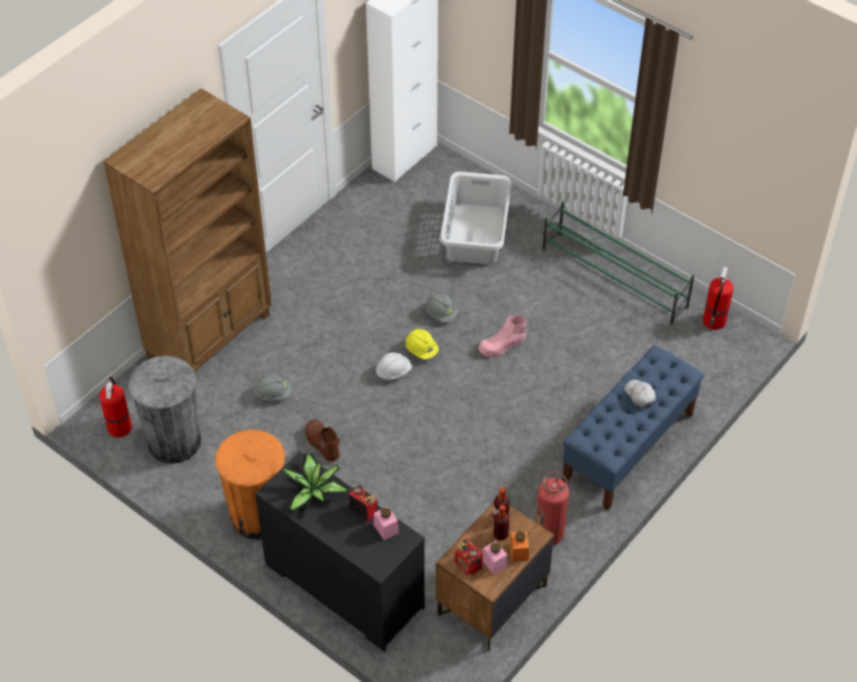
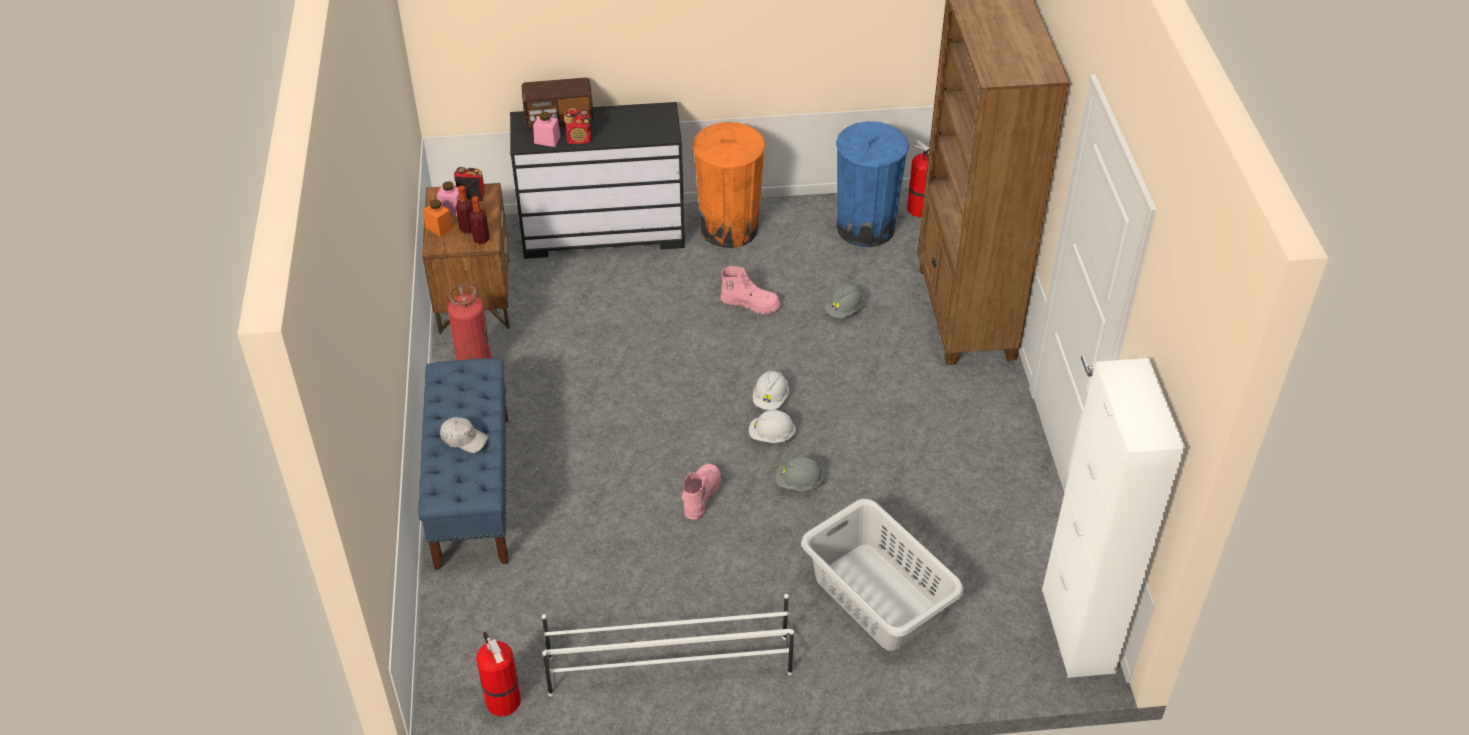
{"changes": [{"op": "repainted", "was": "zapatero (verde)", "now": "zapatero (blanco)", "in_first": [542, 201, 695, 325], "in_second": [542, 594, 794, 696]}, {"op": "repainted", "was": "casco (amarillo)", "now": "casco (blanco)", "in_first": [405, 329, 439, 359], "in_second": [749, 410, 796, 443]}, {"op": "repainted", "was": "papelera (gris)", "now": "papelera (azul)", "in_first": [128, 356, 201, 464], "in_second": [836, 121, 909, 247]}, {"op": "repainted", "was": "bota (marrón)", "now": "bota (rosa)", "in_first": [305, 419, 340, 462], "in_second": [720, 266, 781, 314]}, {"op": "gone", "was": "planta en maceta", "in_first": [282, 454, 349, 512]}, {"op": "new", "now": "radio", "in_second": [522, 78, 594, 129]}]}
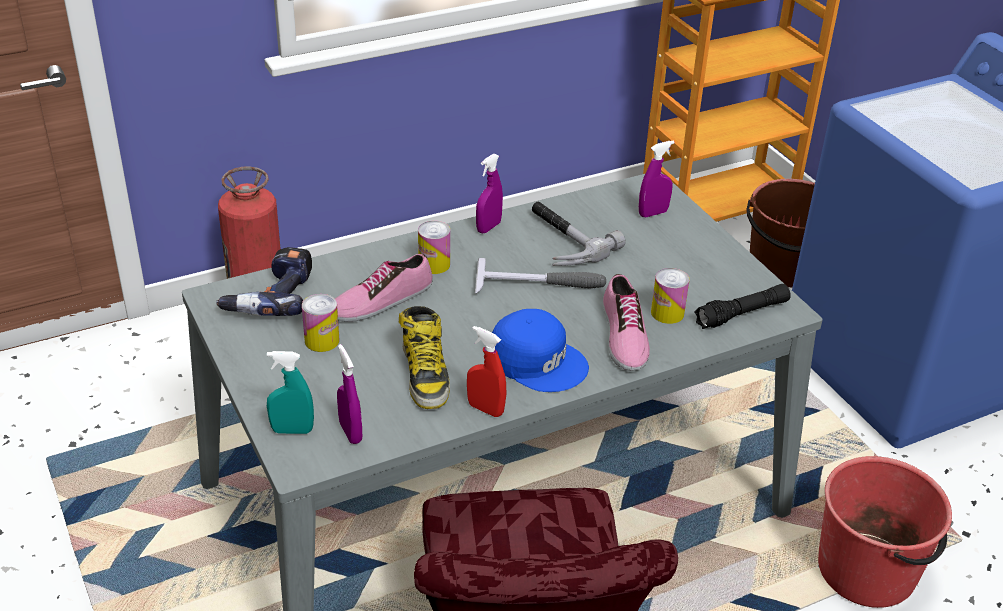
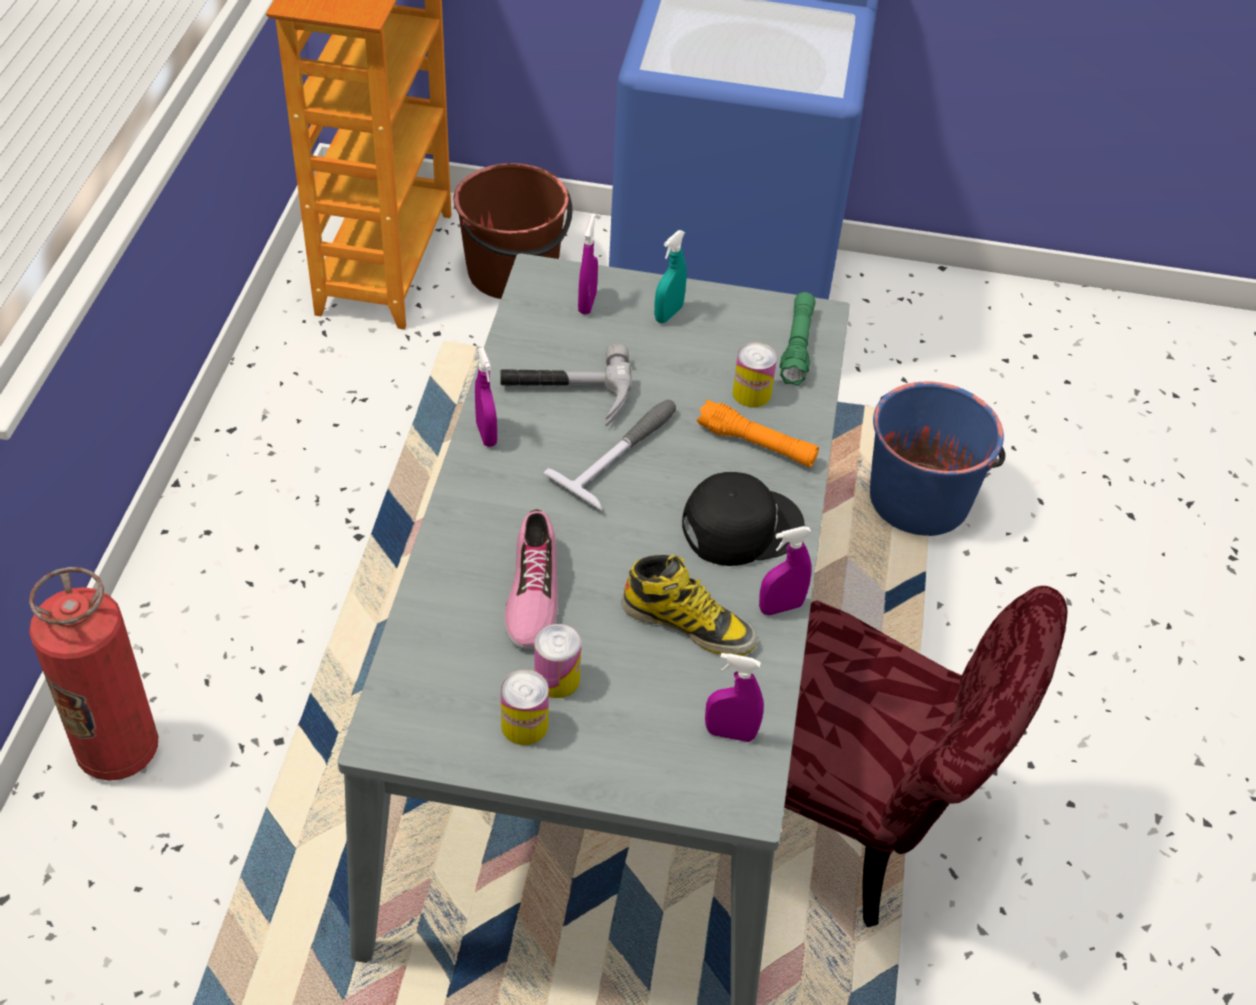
{"changes": [{"op": "shifted", "was": "lata", "in_first": [418, 221, 450, 274], "in_second": [500, 670, 549, 745]}, {"op": "gone", "was": "taladro", "in_first": [217, 247, 312, 316]}, {"op": "swapped", "was": "zapato", "now": "linterna (naranja)", "in_first": [603, 274, 650, 371], "in_second": [697, 400, 819, 467]}, {"op": "repainted", "was": "linterna (negro)", "now": "linterna (verde)", "in_first": [694, 284, 791, 329], "in_second": [780, 292, 815, 386]}, {"op": "repainted", "was": "gorra (azul)", "now": "gorra (negro)", "in_first": [492, 309, 589, 392], "in_second": [682, 472, 805, 566]}, {"op": "repainted", "was": "pulverizador (rojo)", "now": "pulverizador (morado)", "in_first": [467, 326, 506, 417], "in_second": [759, 526, 812, 615]}, {"op": "shifted", "was": "pulverizador (turquesa)", "in_first": [267, 351, 314, 434], "in_second": [654, 230, 687, 323]}, {"op": "repainted", "was": "cubo (rojo)", "now": "cubo (azul)", "in_first": [818, 456, 952, 608], "in_second": [870, 381, 1005, 536]}]}
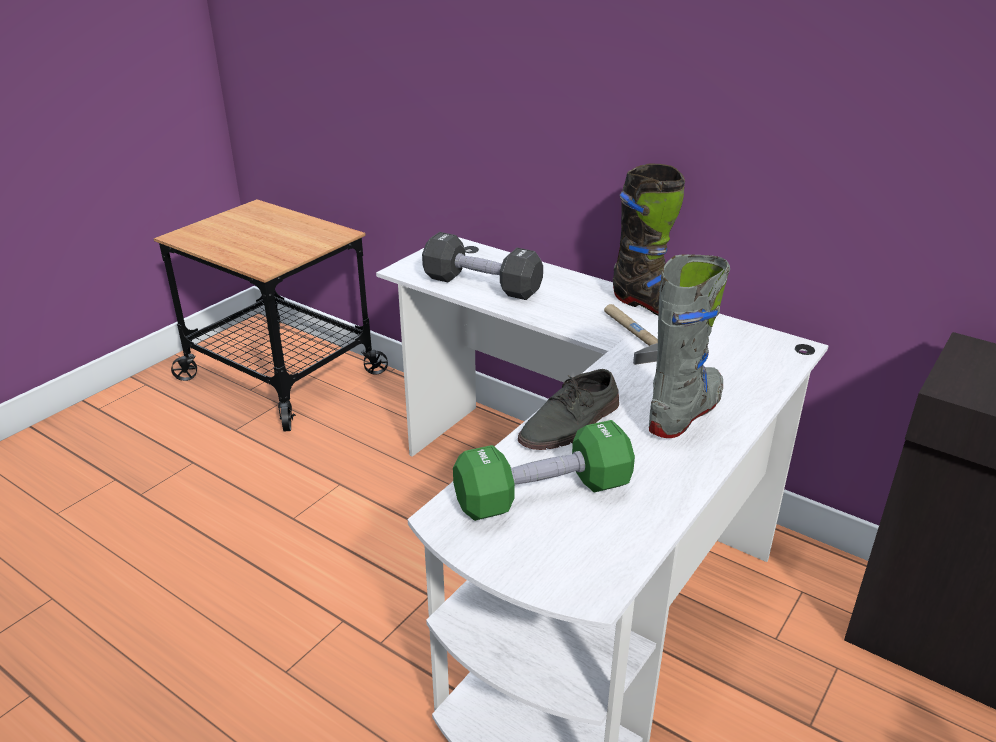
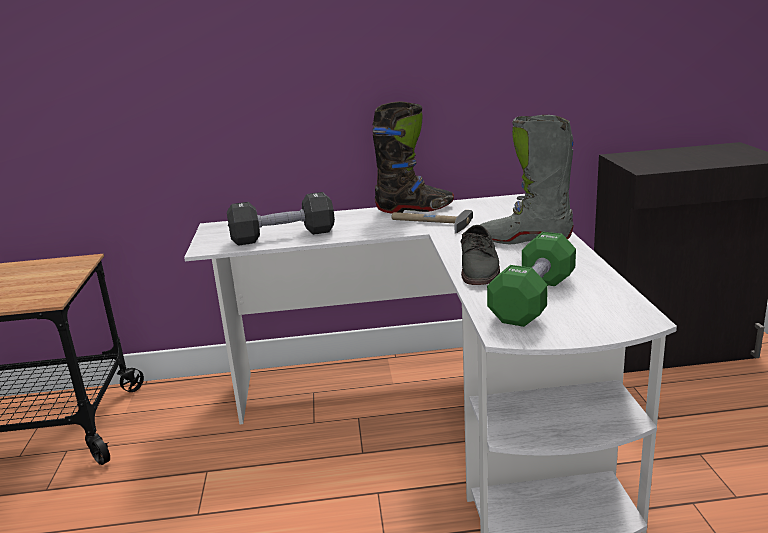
{"changes": [{"op": "rotated", "was": "bota (gris)", "in_first": [649, 254, 730, 438], "in_second": [480, 115, 574, 244], "clockwise": -75}]}
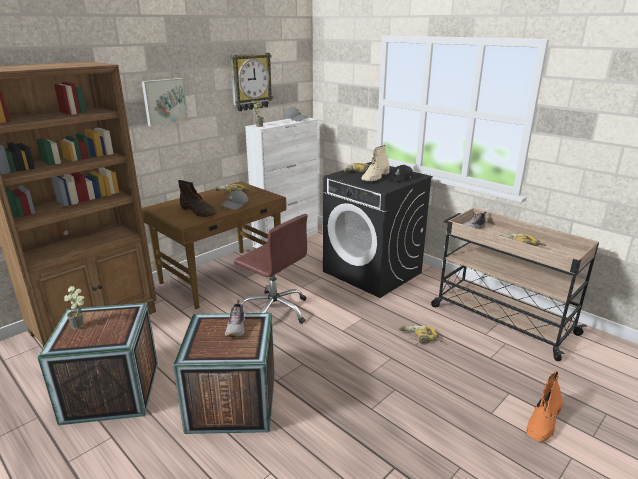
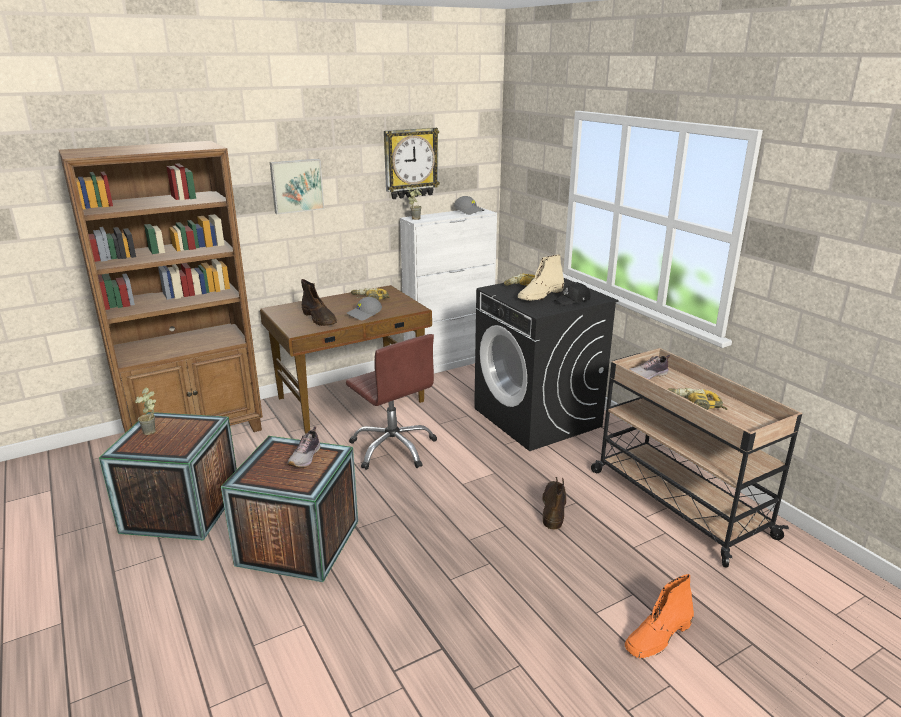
{"changes": [{"op": "swapped", "was": "taladro", "now": "bota (marrón)", "in_first": [399, 325, 442, 344], "in_second": [542, 477, 566, 529]}]}
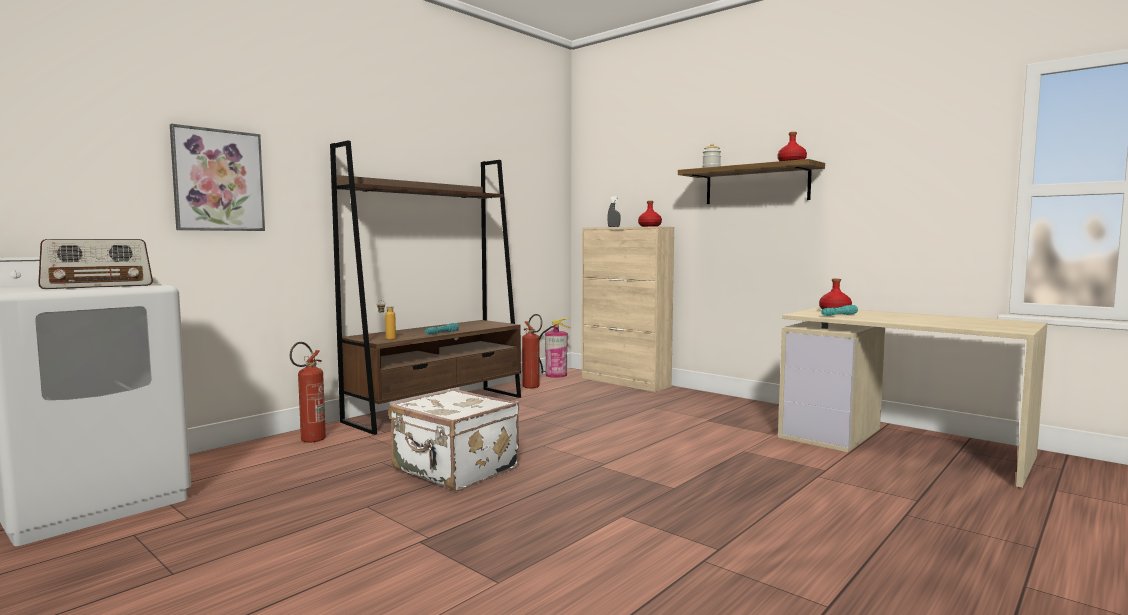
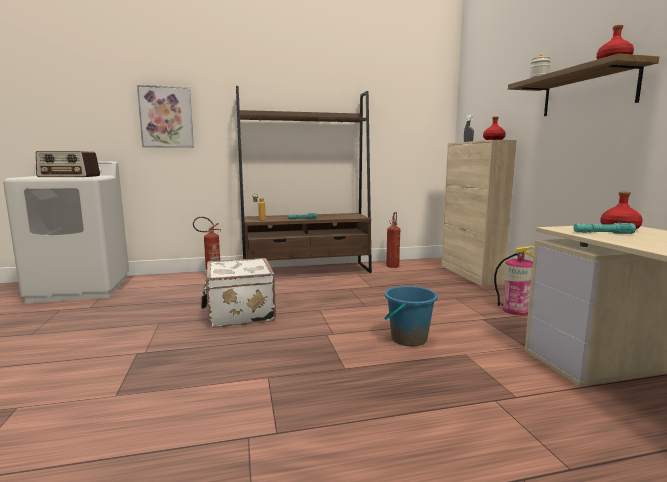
{"changes": [{"op": "shifted", "was": "extintor", "in_first": [539, 318, 571, 378], "in_second": [494, 246, 534, 315]}, {"op": "new", "now": "cubo (azul)", "in_second": [384, 286, 438, 346]}]}
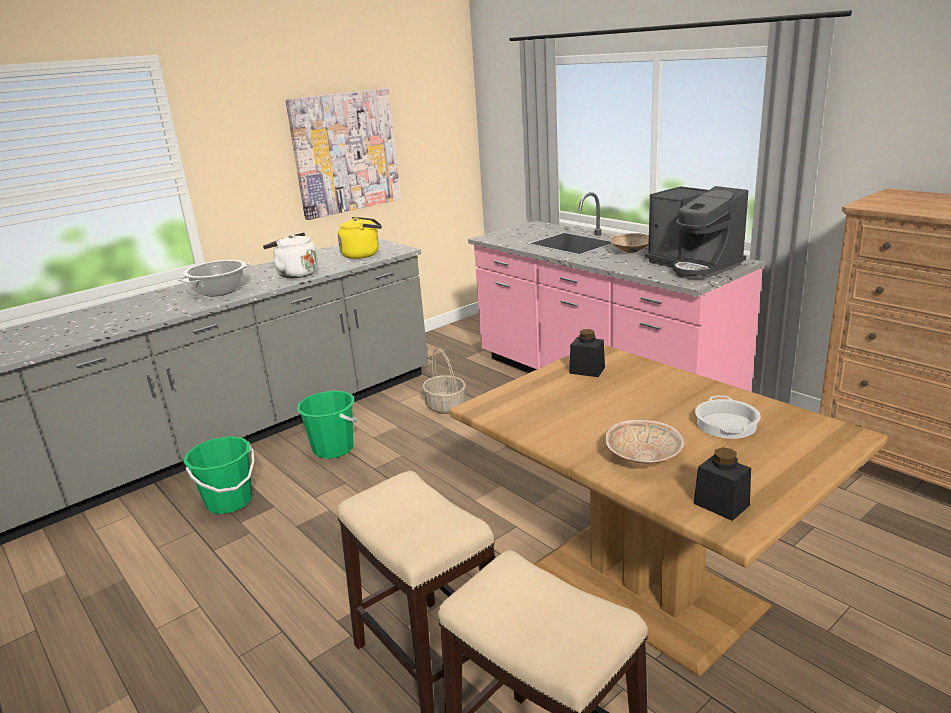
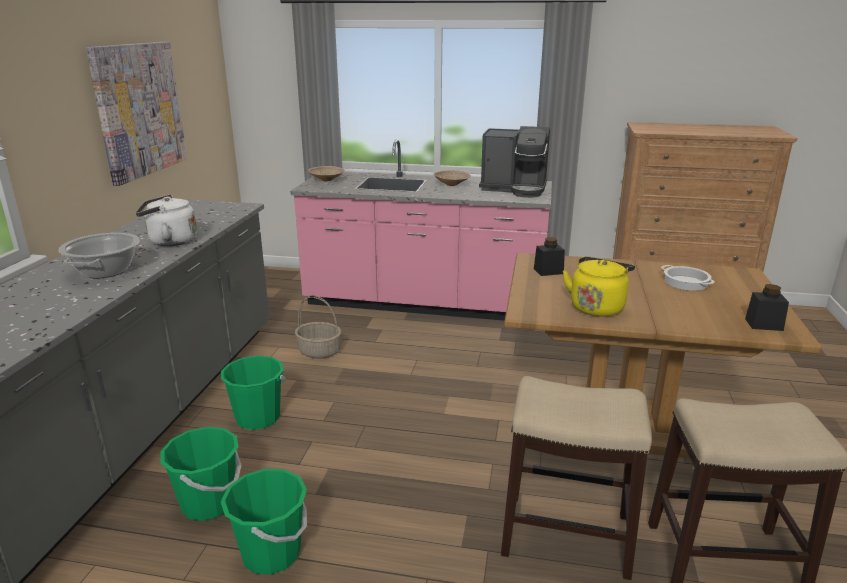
{"changes": [{"op": "shifted", "was": "hervidor (amarillo)", "in_first": [338, 217, 382, 259], "in_second": [563, 256, 635, 317]}, {"op": "shifted", "was": "cuenco (beis)", "in_first": [605, 420, 685, 463], "in_second": [308, 166, 344, 181]}, {"op": "new", "now": "cubo (verde)", "in_second": [221, 469, 307, 574]}]}
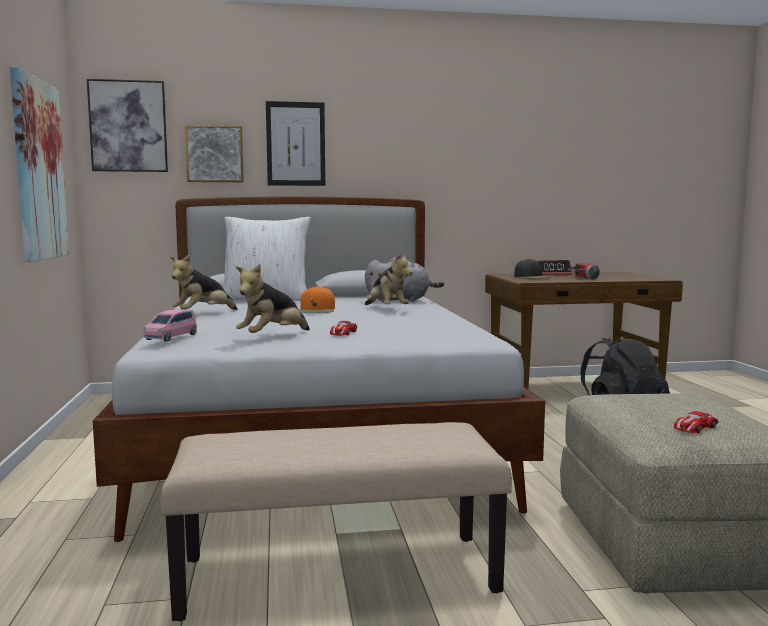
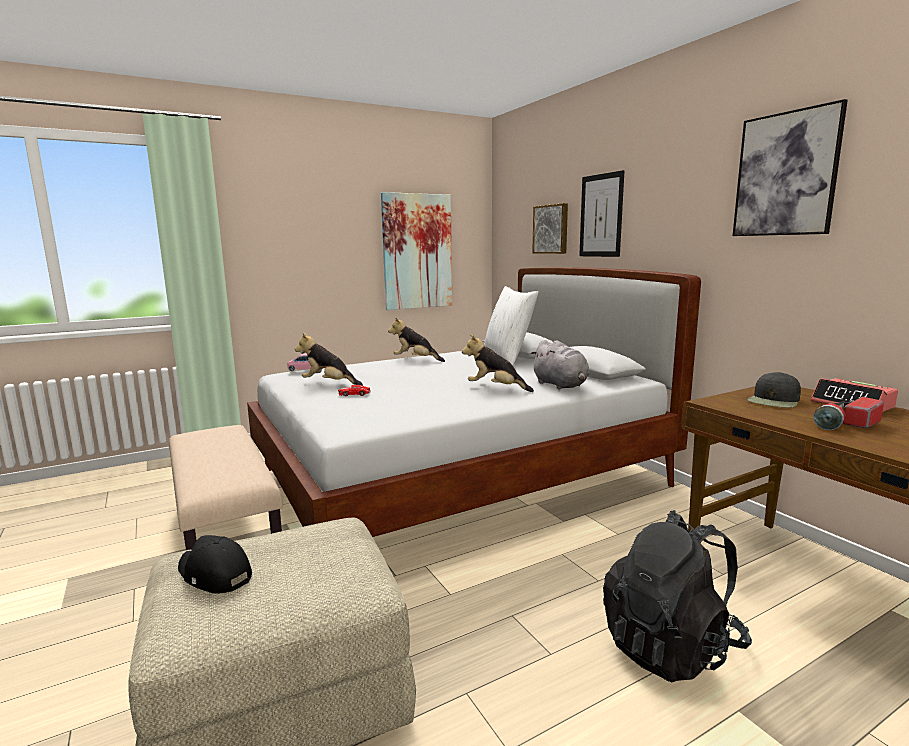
{"changes": [{"op": "shifted", "was": "cuadro", "in_first": [87, 79, 168, 172], "in_second": [733, 99, 848, 236]}, {"op": "rotated", "was": "peluche", "in_first": [365, 253, 413, 305], "in_second": [462, 334, 534, 392], "clockwise": 75}, {"op": "gone", "was": "gorra (naranja)", "in_first": [299, 286, 335, 313]}, {"op": "swapped", "was": "coche de juguete", "now": "gorra (negro)", "in_first": [674, 411, 719, 433], "in_second": [178, 535, 252, 593]}]}
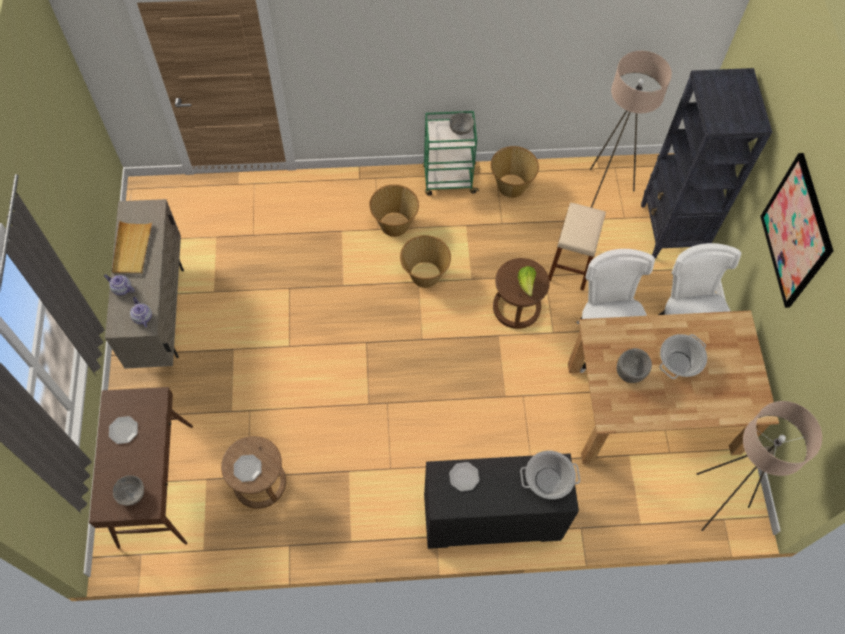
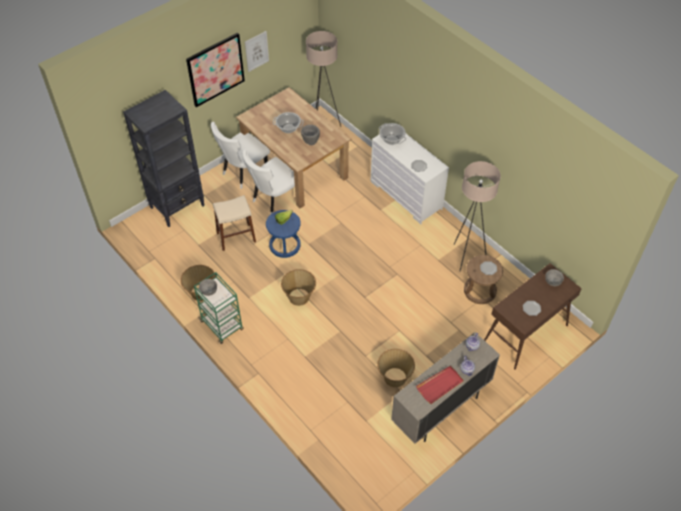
{"changes": [{"op": "shifted", "was": "lámpara de pie (beis)", "in_first": [590, 51, 672, 208], "in_second": [454, 161, 501, 272]}, {"op": "shifted", "was": "cesta", "in_first": [369, 184, 419, 237], "in_second": [377, 349, 415, 387]}, {"op": "repainted", "was": "bandeja (beis)", "now": "bandeja (rojo)", "in_first": [112, 221, 152, 274], "in_second": [416, 366, 464, 404]}, {"op": "repainted", "was": "taburete (marrón)", "now": "taburete (azul)", "in_first": [493, 258, 550, 329], "in_second": [266, 210, 301, 258]}, {"op": "repainted", "was": "cómoda (negro)", "now": "cómoda (blanco)", "in_first": [424, 453, 579, 549], "in_second": [370, 134, 449, 224]}, {"op": "new", "now": "cuadro", "in_second": [245, 31, 269, 72]}]}
